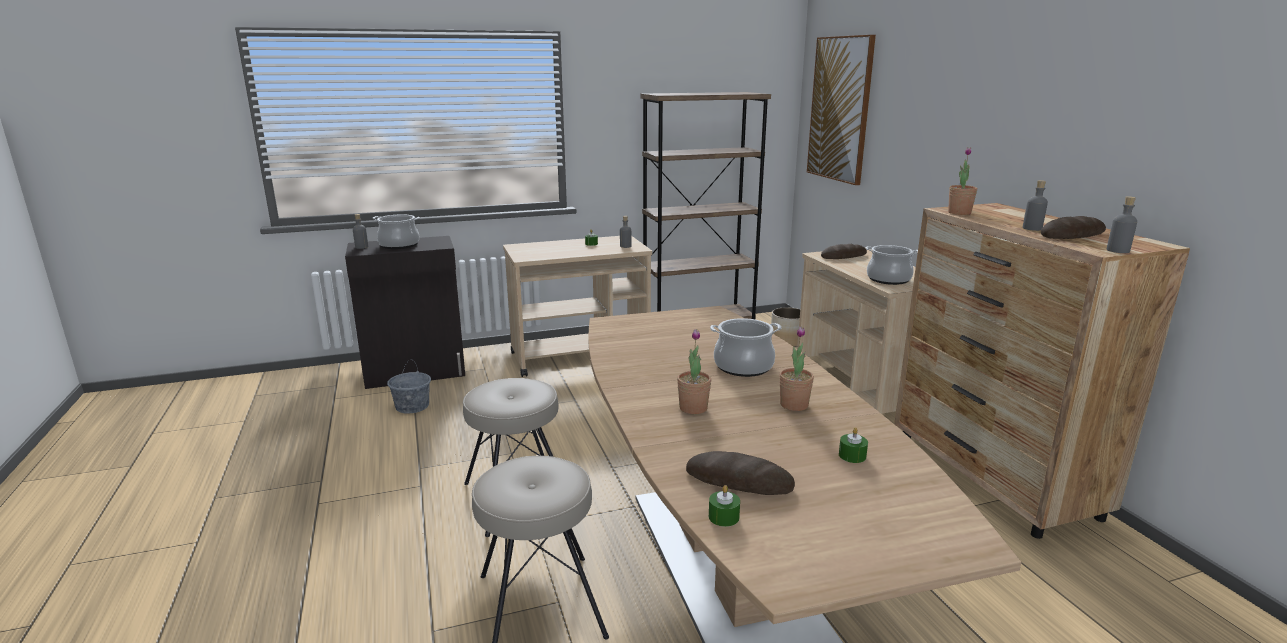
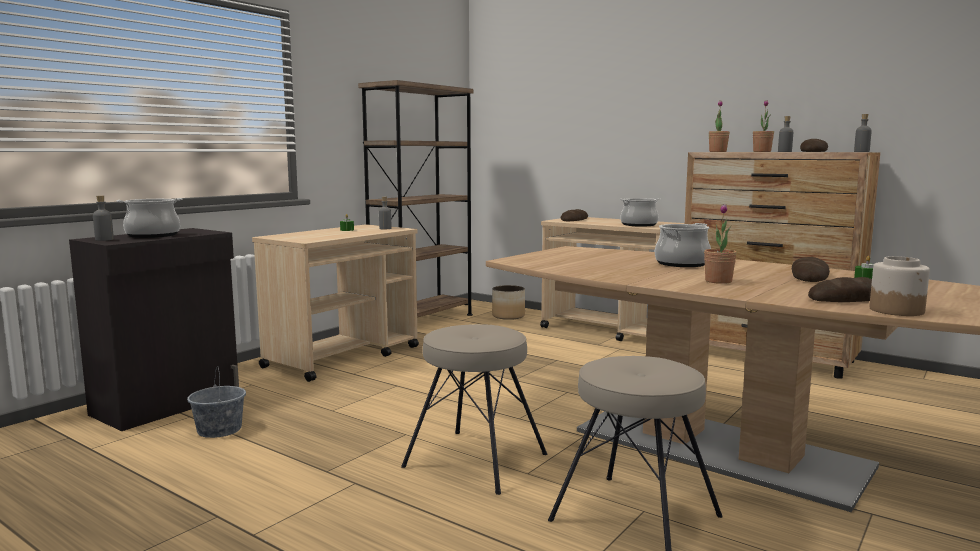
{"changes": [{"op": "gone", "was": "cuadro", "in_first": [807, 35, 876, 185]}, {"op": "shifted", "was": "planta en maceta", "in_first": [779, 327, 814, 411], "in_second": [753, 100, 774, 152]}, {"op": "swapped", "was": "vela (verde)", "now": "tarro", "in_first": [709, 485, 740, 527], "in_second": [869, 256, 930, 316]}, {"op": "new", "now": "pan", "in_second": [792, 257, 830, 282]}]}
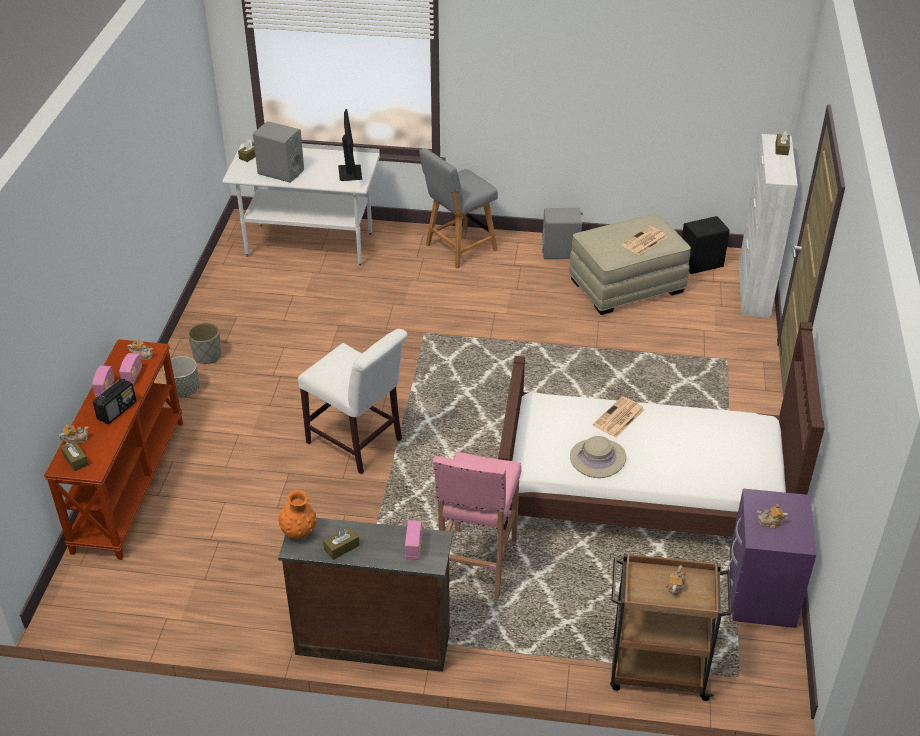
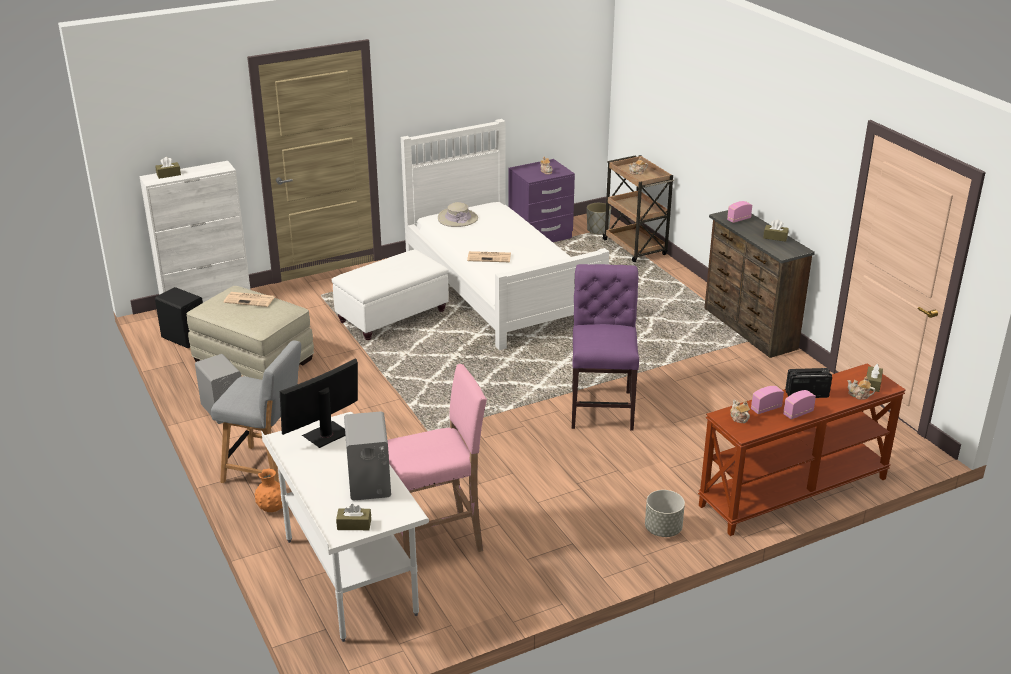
{"changes": [{"op": "repainted", "was": "cama (marrón)", "now": "cama (blanco)", "in_first": [496, 322, 825, 537], "in_second": [401, 119, 609, 350]}, {"op": "shifted", "was": "maceta (gris)", "in_first": [188, 323, 221, 364], "in_second": [587, 203, 611, 234]}, {"op": "repainted", "was": "silla (blanco)", "now": "silla (morado)", "in_first": [298, 329, 408, 474], "in_second": [572, 264, 639, 430]}, {"op": "shifted", "was": "sombrero (beis)", "in_first": [570, 436, 626, 478], "in_second": [438, 202, 478, 227]}, {"op": "shifted", "was": "taburete (rosa)", "in_first": [433, 452, 522, 598], "in_second": [387, 364, 487, 559]}, {"op": "shifted", "was": "florero (naranja)", "in_first": [278, 490, 317, 539], "in_second": [255, 468, 282, 512]}, {"op": "new", "now": "puf (blanco)", "in_second": [331, 250, 449, 340]}]}
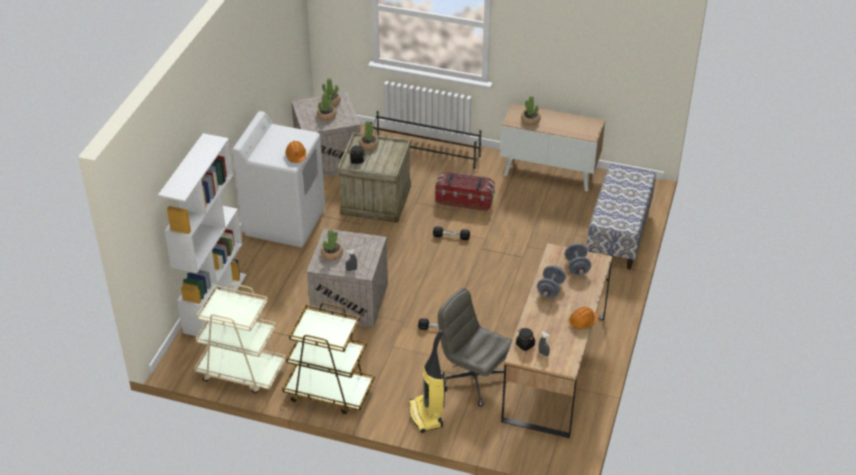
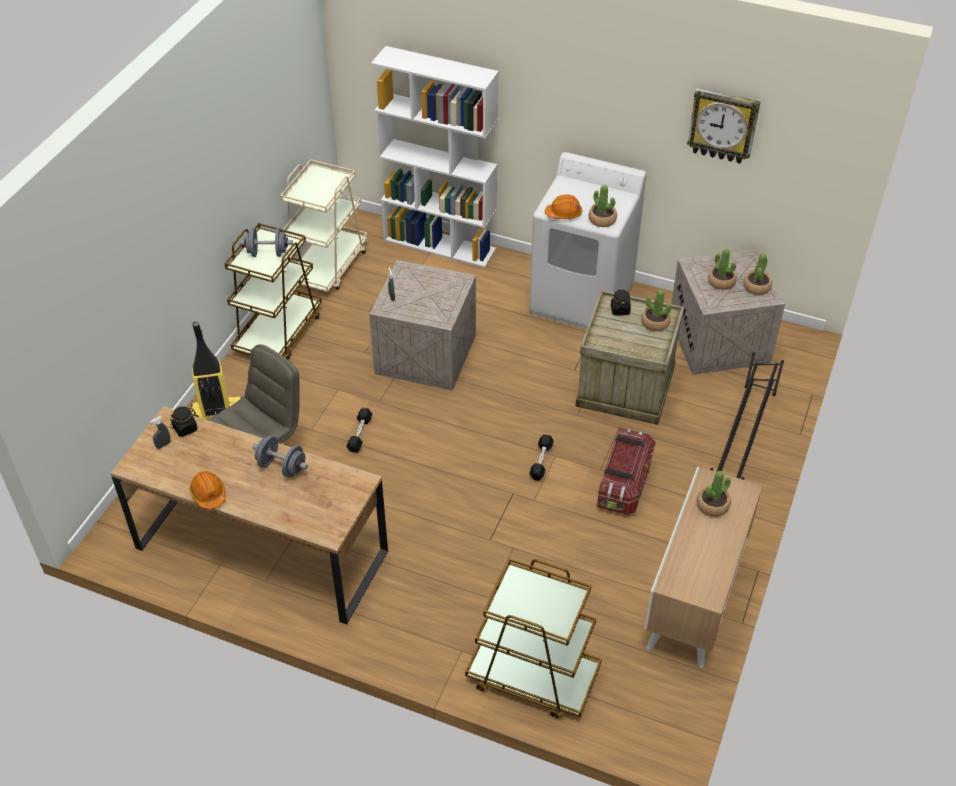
{"changes": [{"op": "swapped", "was": "banco", "now": "carrito (marrón)", "in_first": [586, 164, 656, 269], "in_second": [465, 558, 602, 718]}, {"op": "shifted", "was": "planta en maceta", "in_first": [321, 229, 343, 261], "in_second": [589, 185, 617, 227]}, {"op": "shifted", "was": "mancuerna (gris)", "in_first": [565, 243, 591, 276], "in_second": [240, 228, 293, 257]}, {"op": "new", "now": "reloj de pared", "in_second": [687, 88, 760, 164]}]}
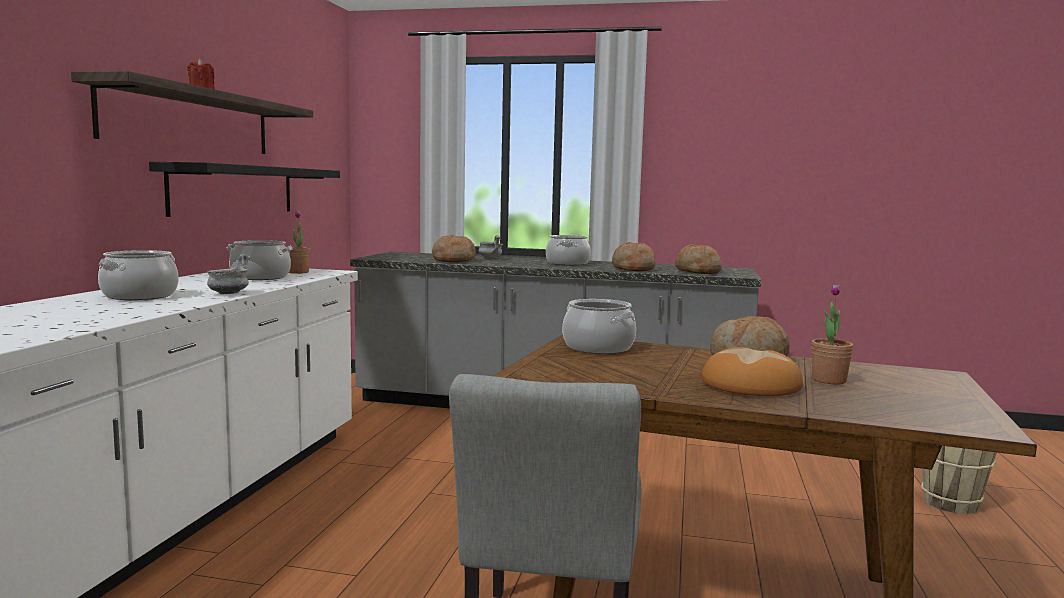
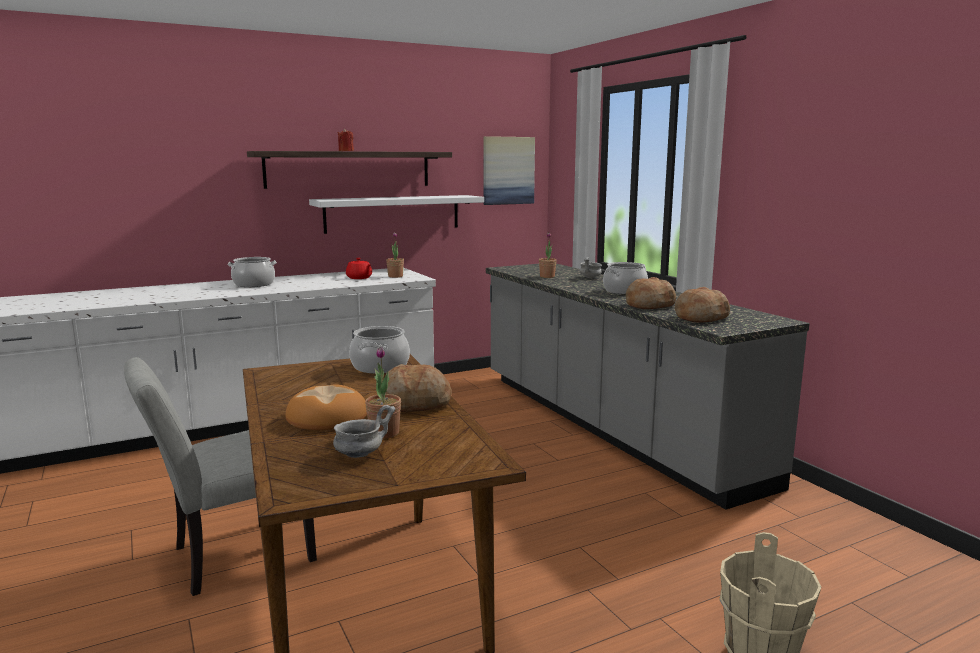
{"changes": [{"op": "repainted", "was": "estante (negro)", "now": "estante (blanco)", "in_first": [149, 162, 340, 217], "in_second": [309, 195, 484, 234]}, {"op": "swapped", "was": "pan", "now": "planta en maceta", "in_first": [432, 235, 476, 262], "in_second": [539, 233, 557, 278]}, {"op": "swapped", "was": "olla", "now": "tetera (rojo)", "in_first": [227, 240, 293, 280], "in_second": [346, 258, 372, 279]}, {"op": "shifted", "was": "cuenco (gris)", "in_first": [207, 254, 250, 294], "in_second": [333, 405, 396, 458]}, {"op": "new", "now": "cuadro", "in_second": [483, 136, 535, 205]}]}
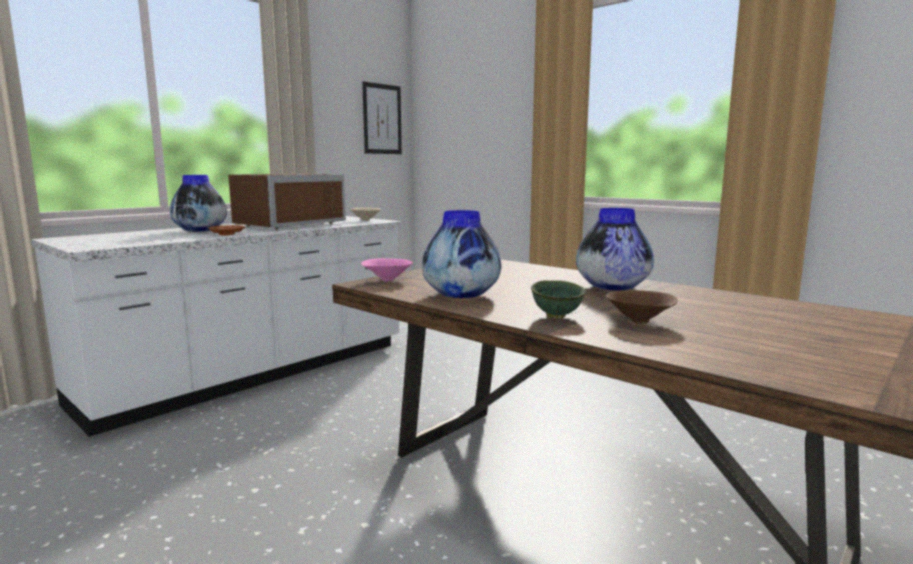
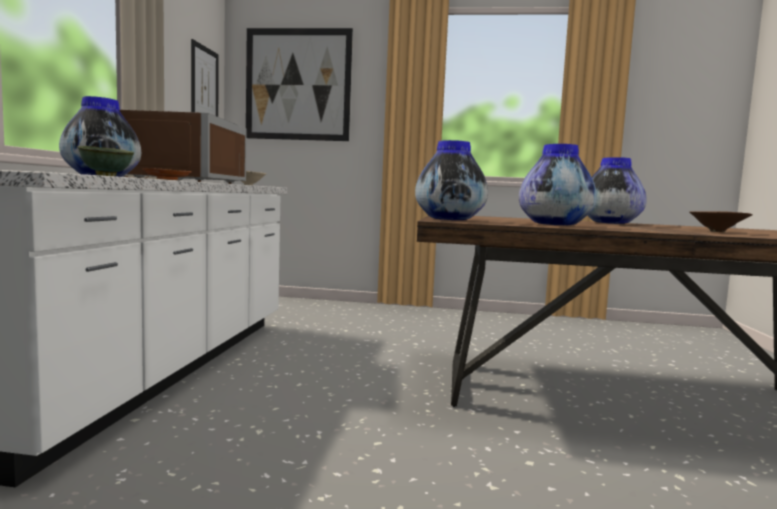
{"changes": [{"op": "swapped", "was": "cuenco (rosa)", "now": "florero", "in_first": [361, 258, 413, 281], "in_second": [415, 140, 488, 220]}, {"op": "shifted", "was": "cuenco (verde)", "in_first": [531, 280, 586, 318], "in_second": [78, 146, 134, 176]}, {"op": "new", "now": "cuadro", "in_second": [246, 28, 353, 141]}]}
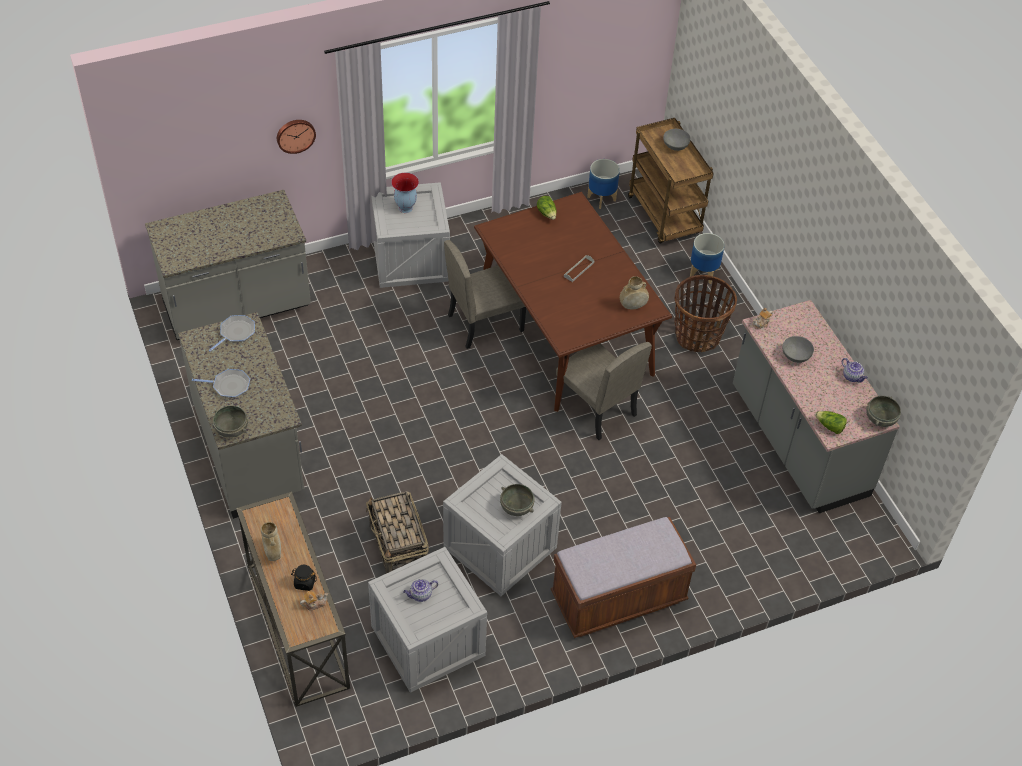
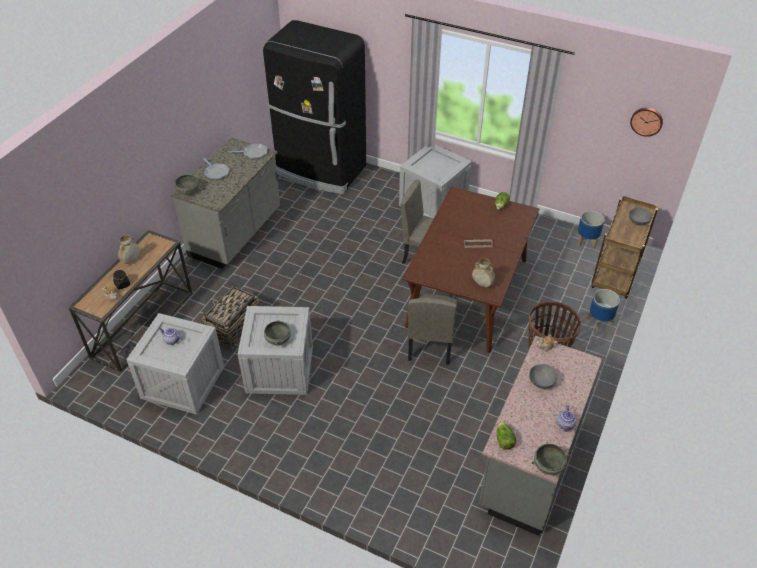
{"changes": [{"op": "shifted", "was": "reloj de pared", "in_first": [277, 120, 316, 154], "in_second": [630, 108, 663, 137]}, {"op": "gone", "was": "florero", "in_first": [391, 173, 419, 213]}, {"op": "swapped", "was": "mueble bajo de cocina (gris)", "now": "nevera (negro)", "in_first": [145, 190, 311, 340], "in_second": [263, 20, 366, 194]}, {"op": "gone", "was": "banco (marrón)", "in_first": [551, 517, 696, 638]}]}
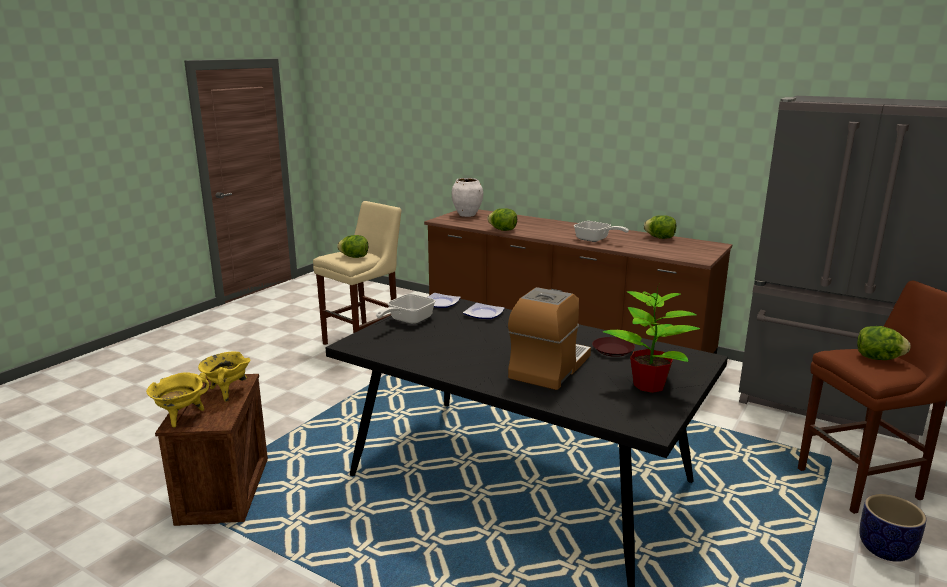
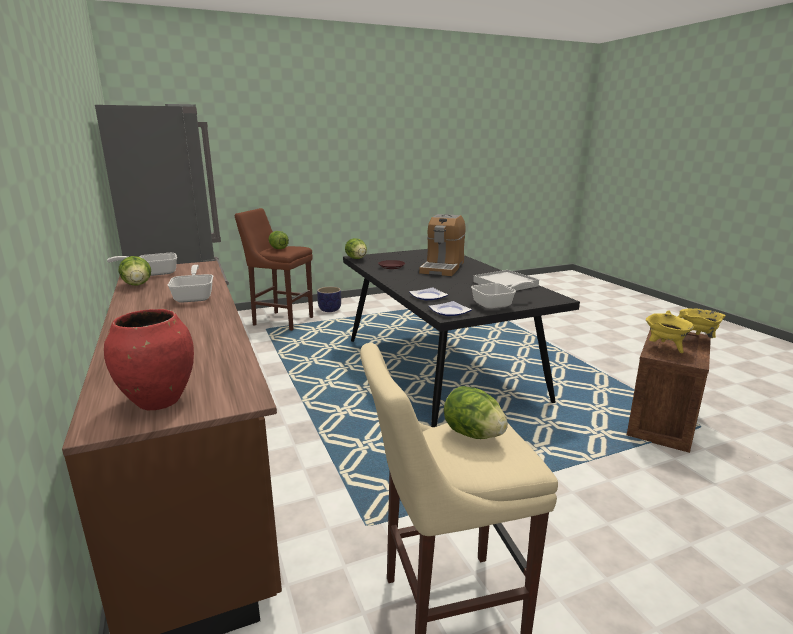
{"changes": [{"op": "repainted", "was": "florero (blanco)", "now": "florero (rojo)", "in_first": [452, 178, 483, 217], "in_second": [104, 309, 194, 410]}, {"op": "shifted", "was": "lechuga", "in_first": [487, 208, 517, 231], "in_second": [345, 238, 367, 259]}, {"op": "gone", "was": "planta en maceta", "in_first": [603, 284, 700, 393]}, {"op": "rotated", "was": "cafetera", "in_first": [508, 287, 591, 390], "in_second": [419, 214, 466, 276], "clockwise": -45}, {"op": "new", "now": "sartén", "in_second": [107, 253, 177, 276]}, {"op": "new", "now": "bandeja (blanco)", "in_second": [473, 270, 539, 291]}]}
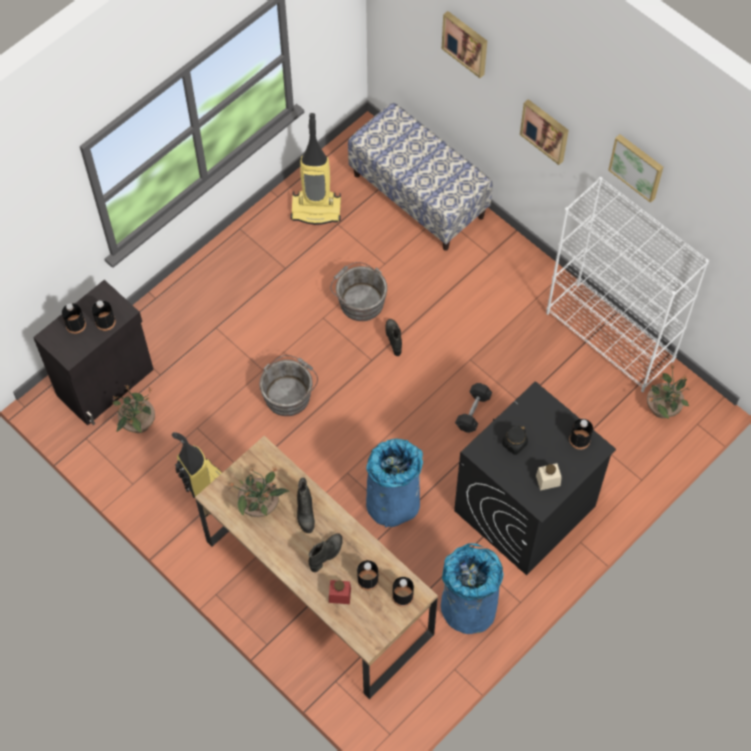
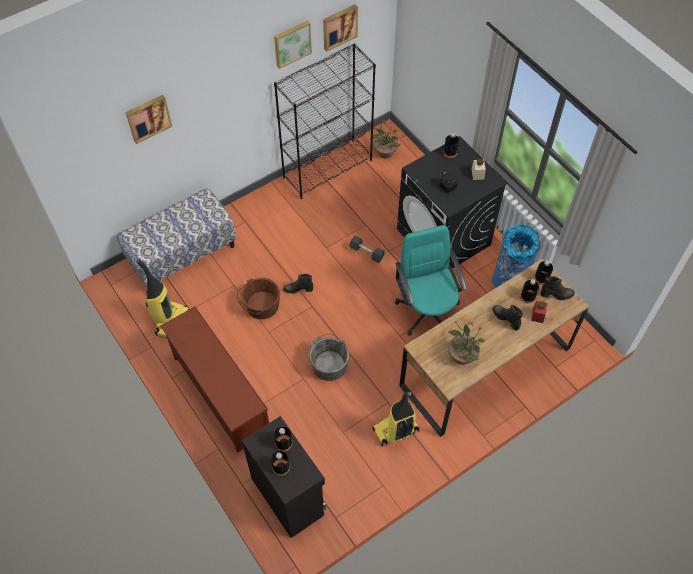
{"changes": [{"op": "shifted", "was": "cuadro", "in_first": [520, 99, 569, 165], "in_second": [323, 4, 358, 52]}, {"op": "repainted", "was": "estantería (blanco)", "now": "estantería (negro)", "in_first": [546, 177, 709, 392], "in_second": [274, 43, 376, 199]}, {"op": "repainted", "was": "cubo (gris)", "now": "cubo (marrón)", "in_first": [330, 262, 387, 321], "in_second": [237, 278, 280, 319]}, {"op": "gone", "was": "planta en maceta", "in_first": [112, 385, 155, 433]}, {"op": "swapped", "was": "papelera (azul)", "now": "silla de oficina (turquesa)", "in_first": [366, 438, 423, 528], "in_second": [395, 225, 467, 336]}, {"op": "shifted", "was": "bota (negro)", "in_first": [297, 477, 315, 533], "in_second": [540, 276, 575, 300]}, {"op": "new", "now": "zapatero (marrón)", "in_second": [160, 306, 269, 453]}]}
